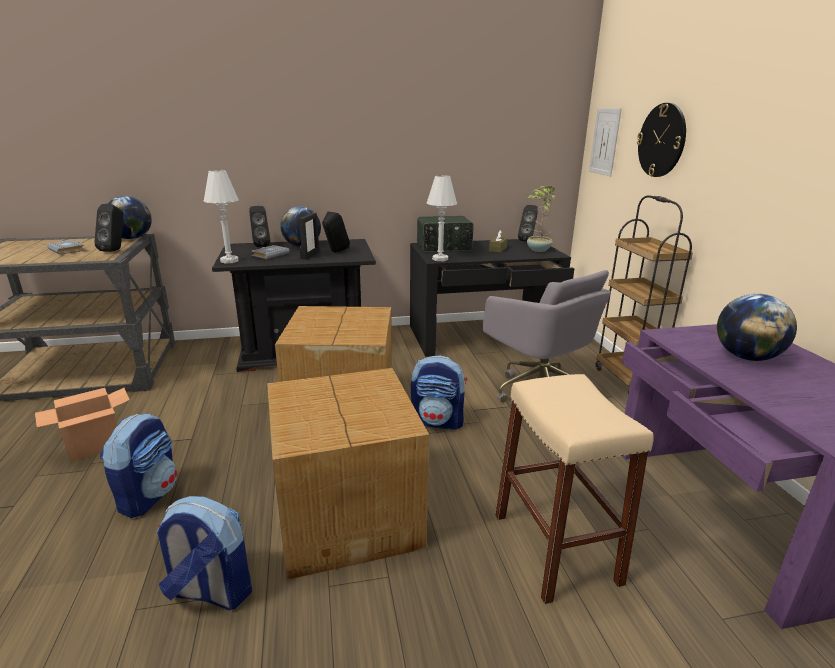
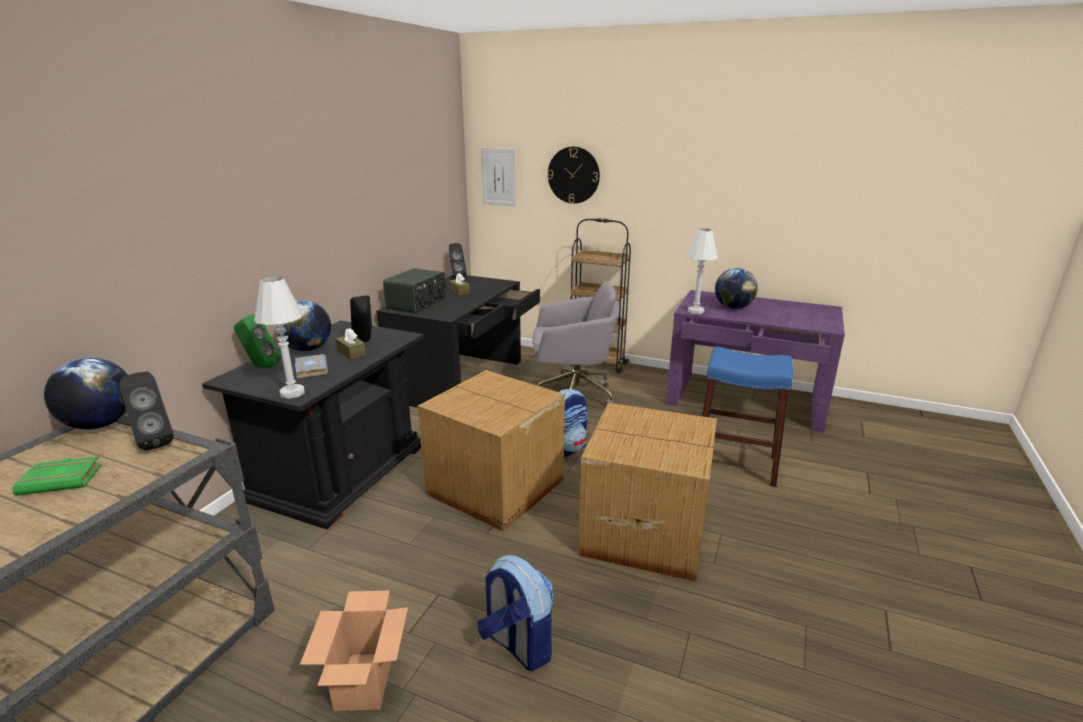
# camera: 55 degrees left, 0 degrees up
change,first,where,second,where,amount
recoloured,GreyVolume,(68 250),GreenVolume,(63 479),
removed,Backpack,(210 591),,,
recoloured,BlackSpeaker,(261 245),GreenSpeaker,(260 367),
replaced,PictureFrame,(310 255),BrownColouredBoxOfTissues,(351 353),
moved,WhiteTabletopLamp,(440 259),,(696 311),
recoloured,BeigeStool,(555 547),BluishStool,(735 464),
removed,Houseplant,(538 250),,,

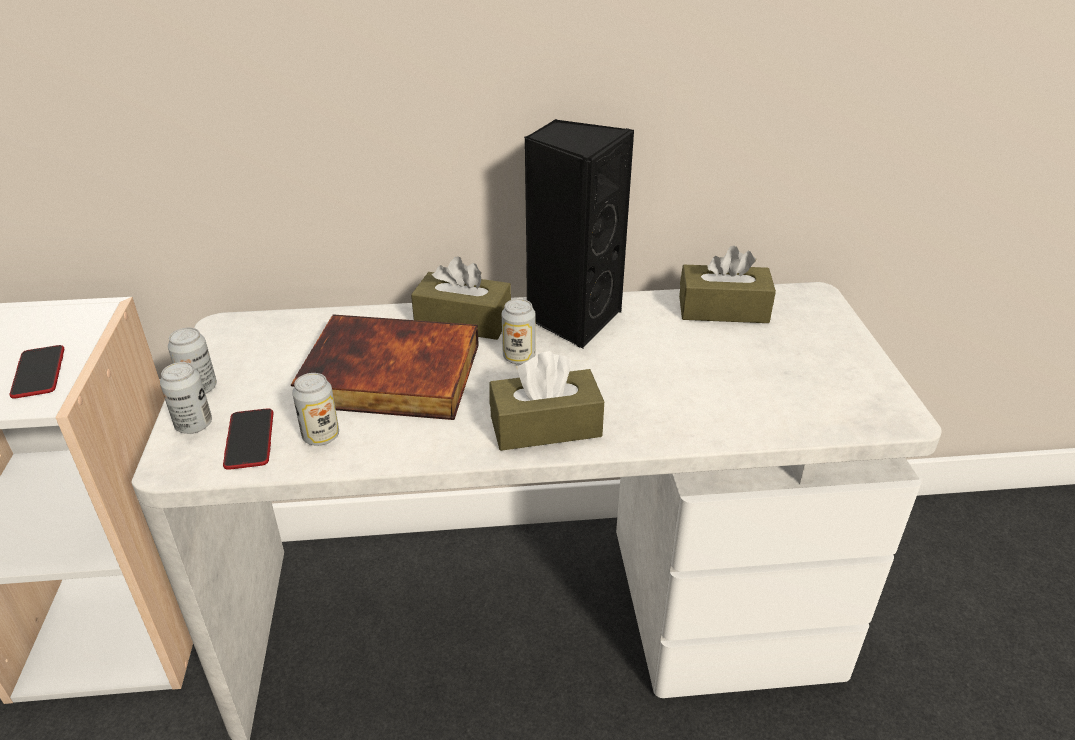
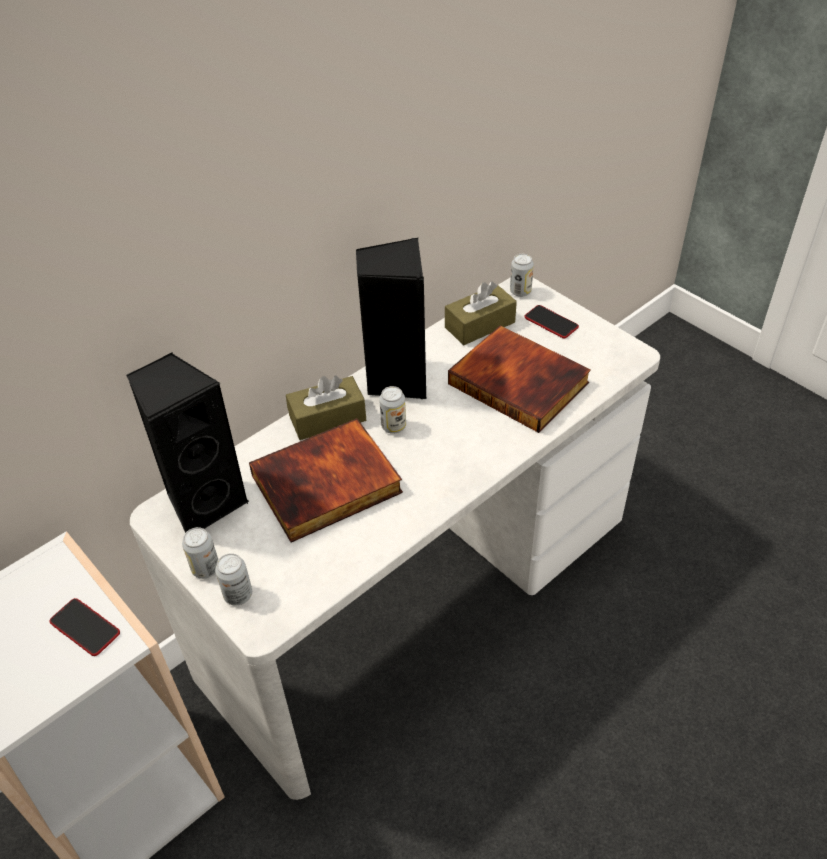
# camera: 35 degrees left, 10 degrees up
change,first,where,second,where,amount
moved,Phone,(249 440),,(551 322),
moved,MetalCan,(321 436),,(520 291),
removed,BrownColouredBoxOfTissues,(545 426),,,
added,,,BlackSpeaker,(204 501),
added,,,Volume,(520 382),

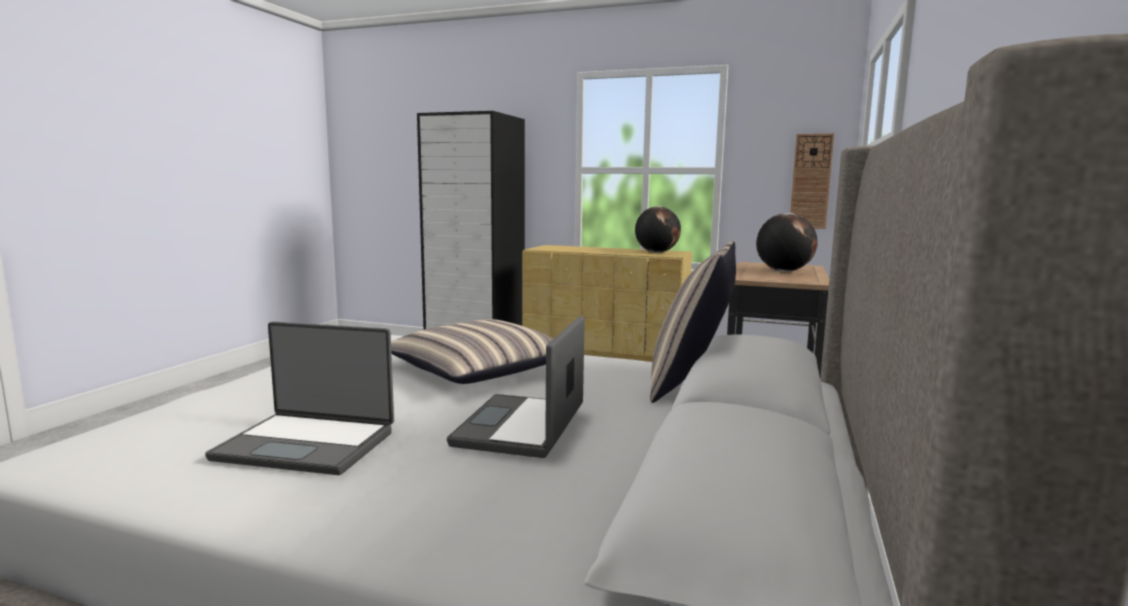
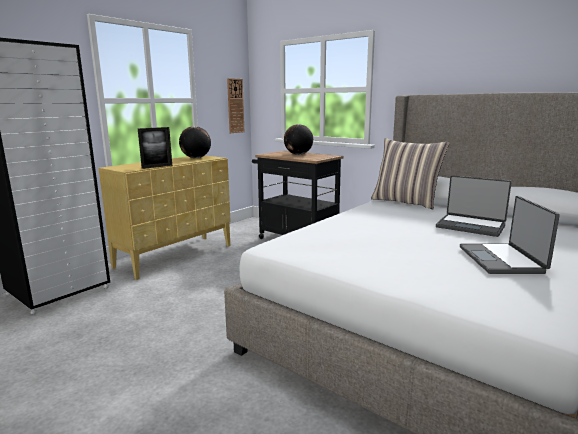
# camera: 70 degrees left, 5 degrees up
change,first,where,second,where,amount
turned,NotebookComputer,(308 444),,(502 260),150 degrees clockwise
removed,Pillow,(478 370),,,
added,,,PictureFrame,(157 166),

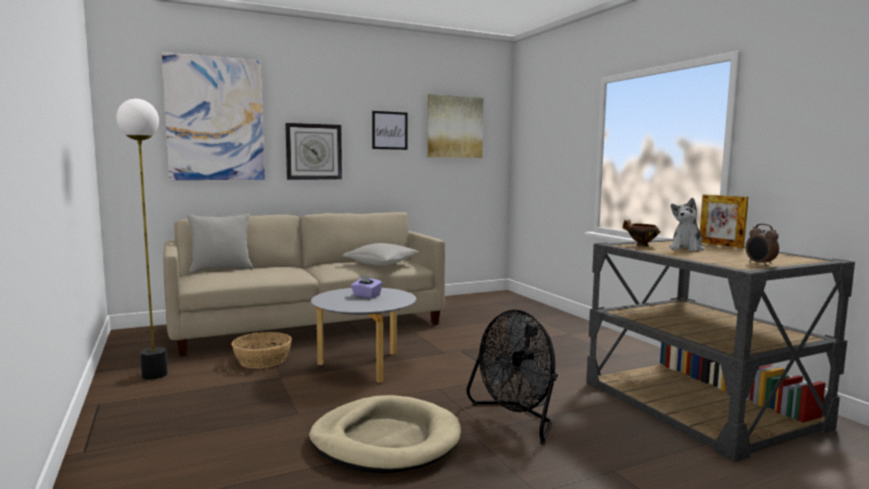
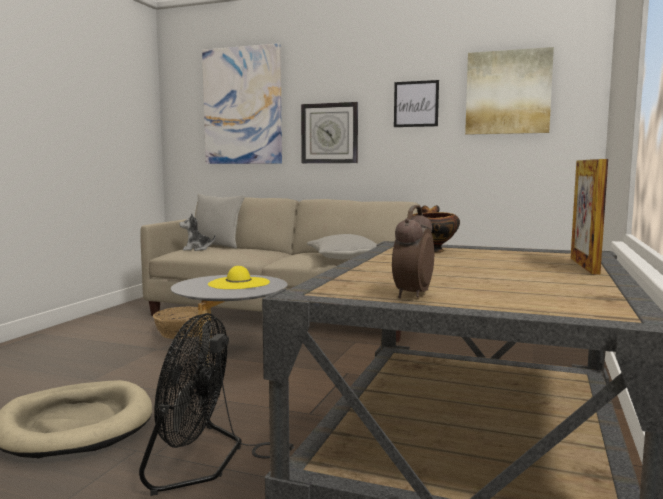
# camera: 45 degrees right, 0 degrees up
change,first,where,second,where,amount
removed,StandardLamp,(155 375),,,
replaced,PurpleBoxOfTissues,(366 296),YellowWearableHat,(239 283),
moved,SoftToy,(686 248),,(196 249),

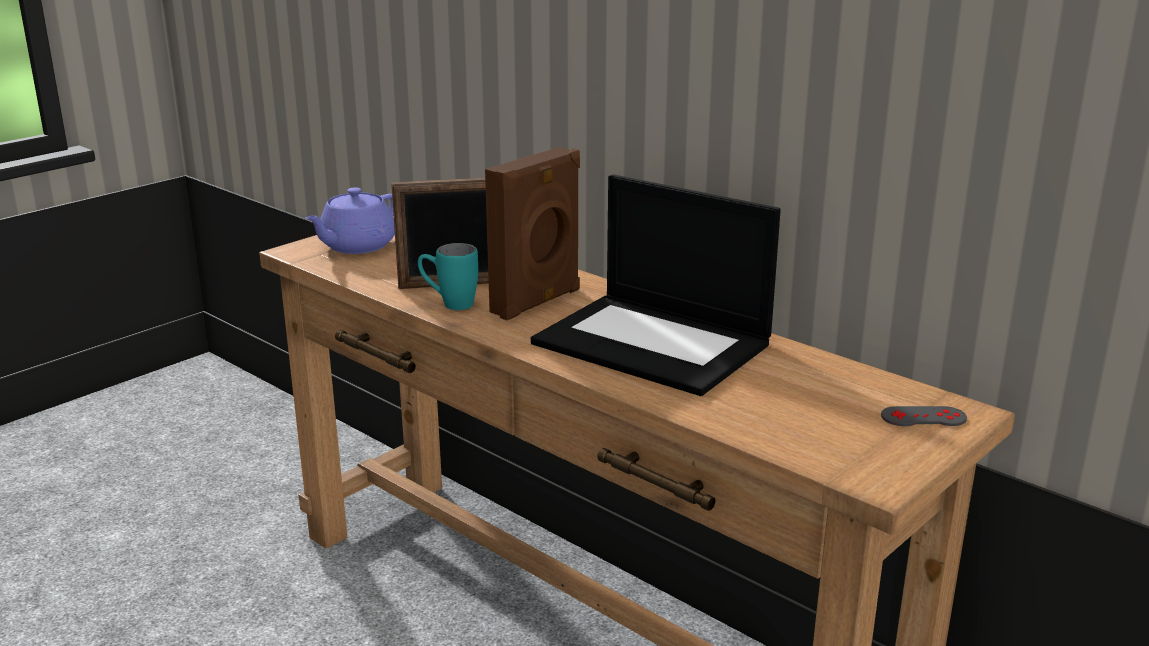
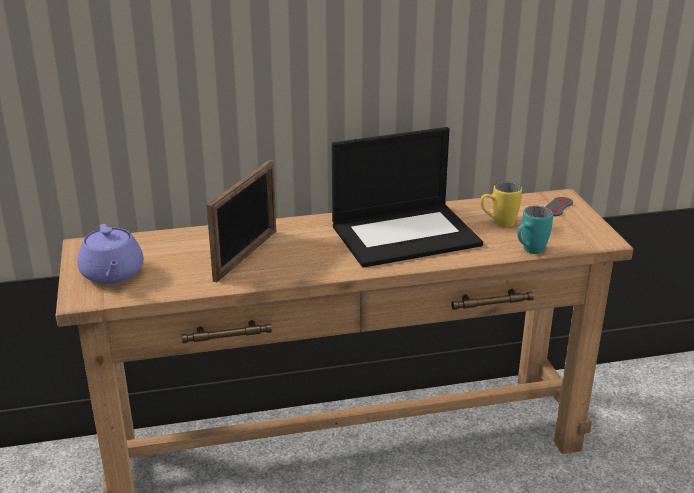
# camera: 55 degrees left, 5 degrees up
change,first,where,second,where,amount
moved,TurquoiseColouredCoffeeMug,(449 304),,(529 251),
removed,BrownColouredSpeaker,(538 302),,,
added,,,YellowCoffeeMug,(498 224),

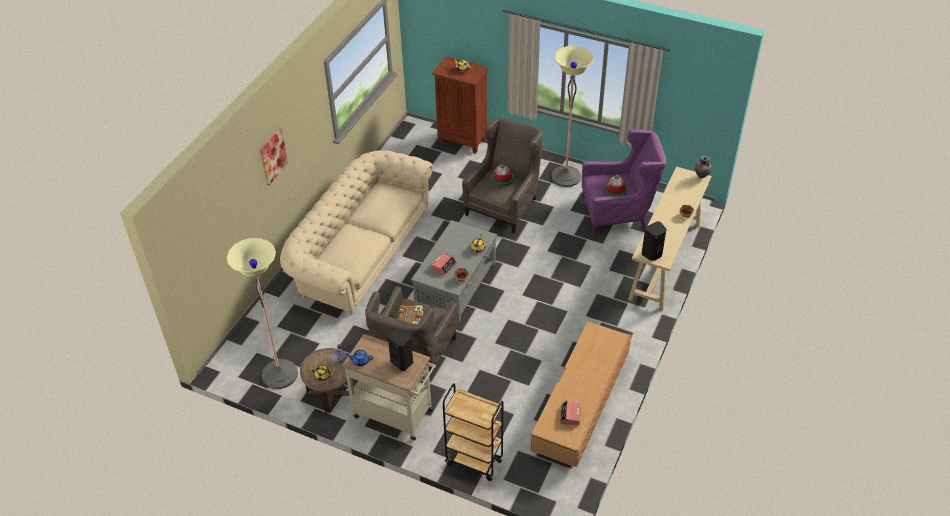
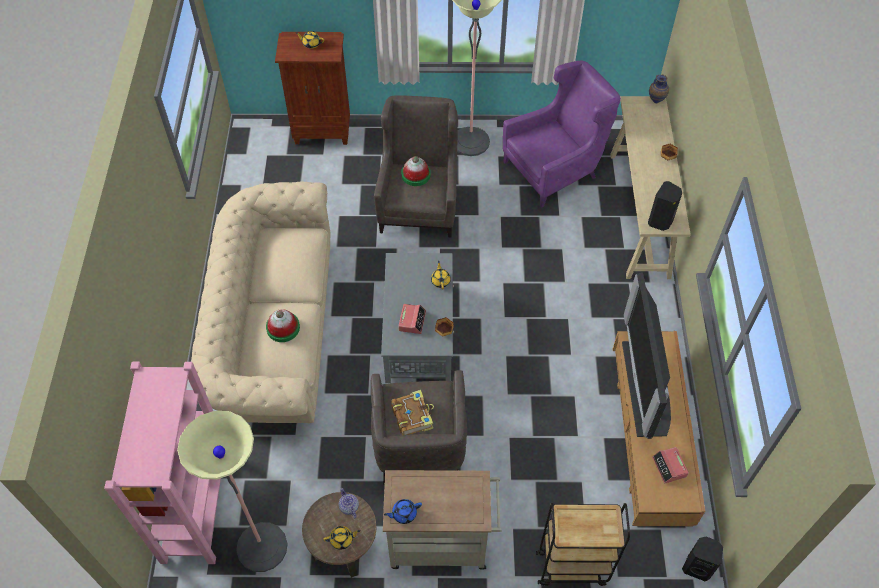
# camera: 25 degrees left, 10 degrees up
change,first,where,second,where,amount
removed,Picture,(273 156),,,
moved,BlackSpeaker,(402 361),,(697 567),
moved,WearableHat,(615 190),,(283 328),
added,,,PinkBookshelf,(196 505),
added,,,TvSet,(646 387),

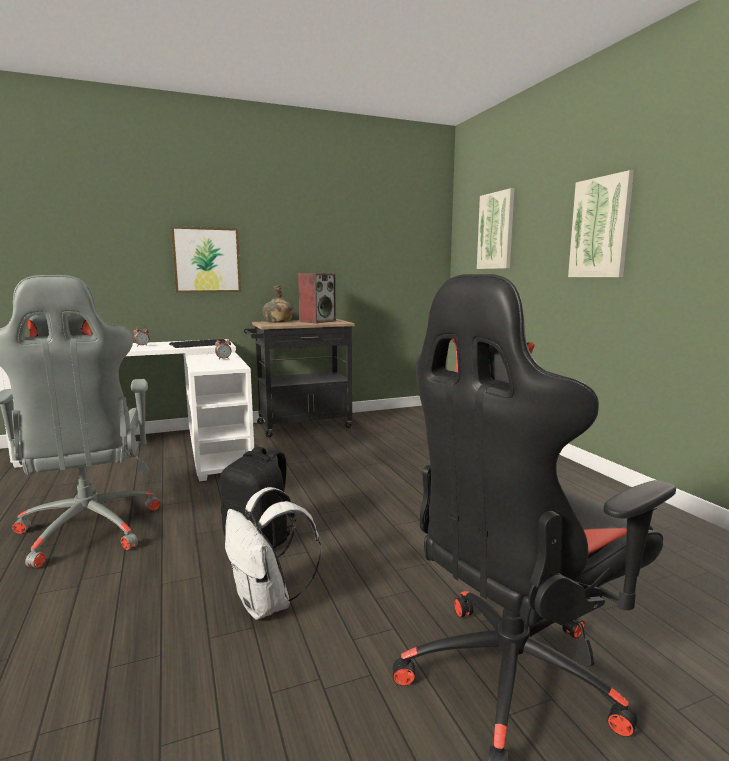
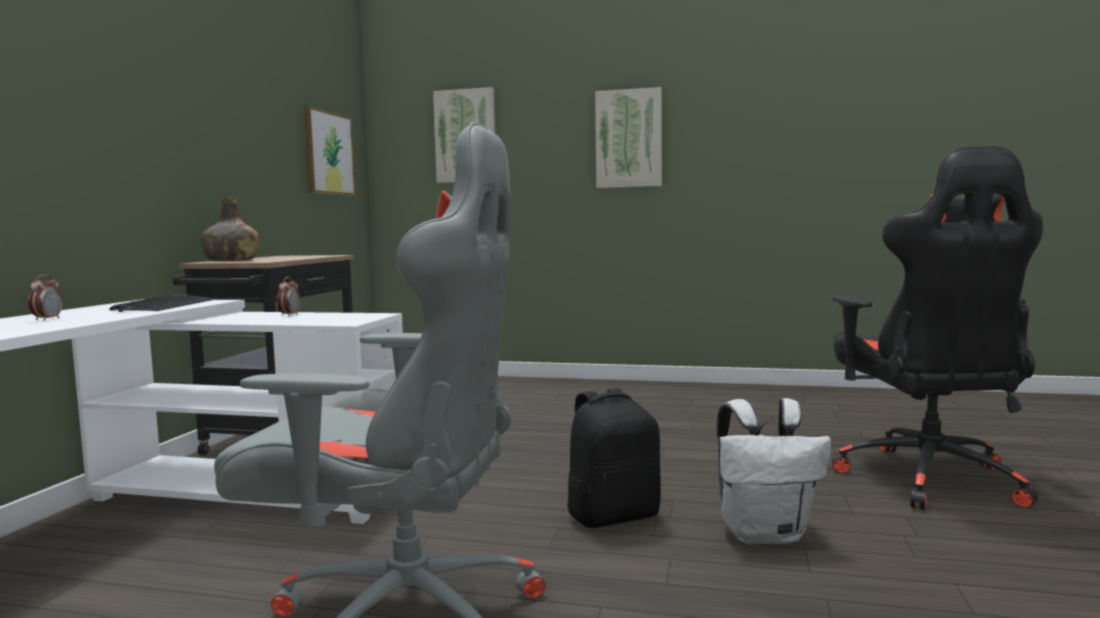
# camera: 55 degrees left, 5 degrees down
change,first,where,second,where,amount
moved,Picture,(207 260),,(328 153),
removed,Speaker,(317 321),,,

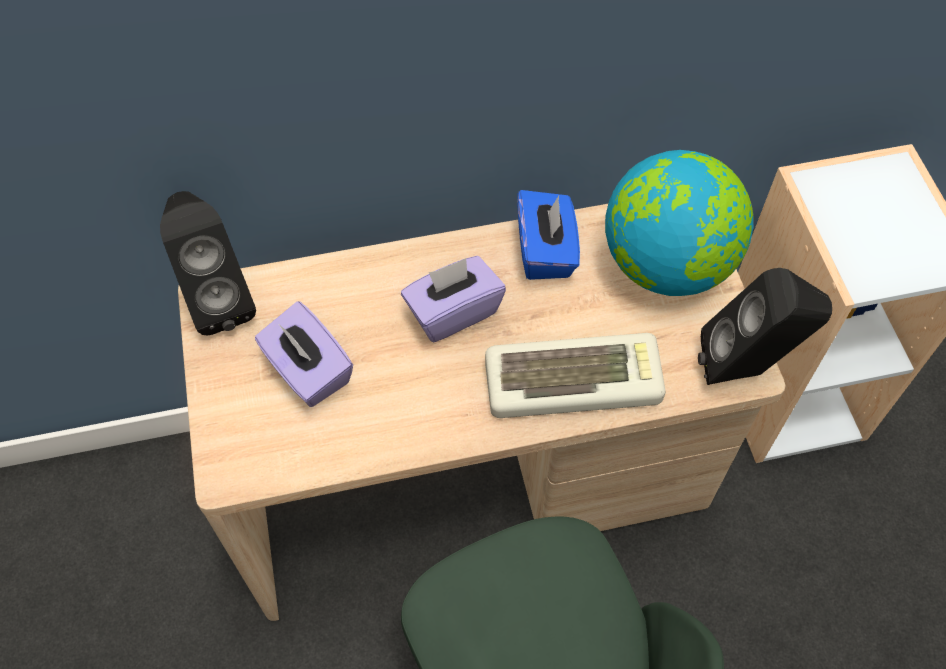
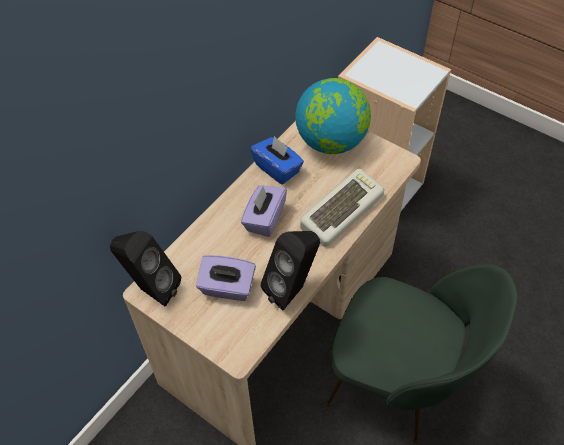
# camera: 40 degrees left, 5 degrees down
change,first,where,second,where,amount
moved,BlackSpeaker,(746 369),,(292 289),

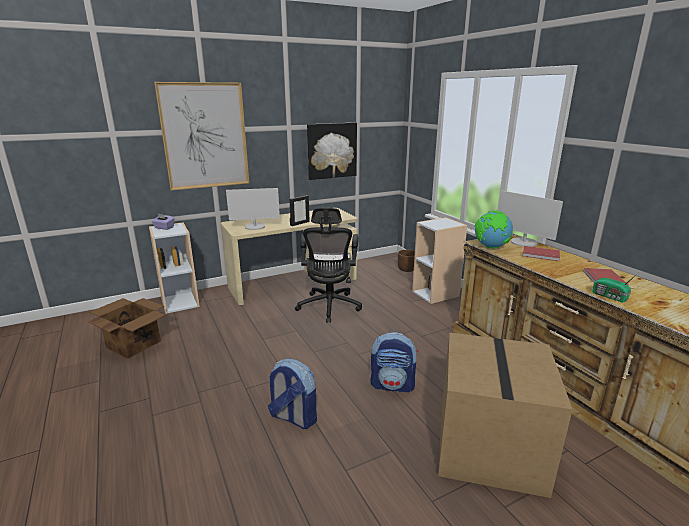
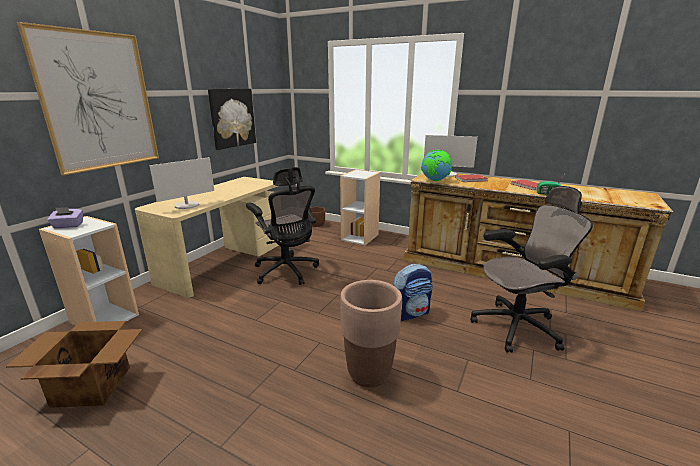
# camera: 35 degrees left, 0 degrees up
change,first,where,second,where,amount
replaced,Backpack,(293 417),BrownColouredPlantPot,(369 373),
removed,PictureFrame,(299 223),,,
replaced,Carton,(491 448),OfficeChair,(517 327),

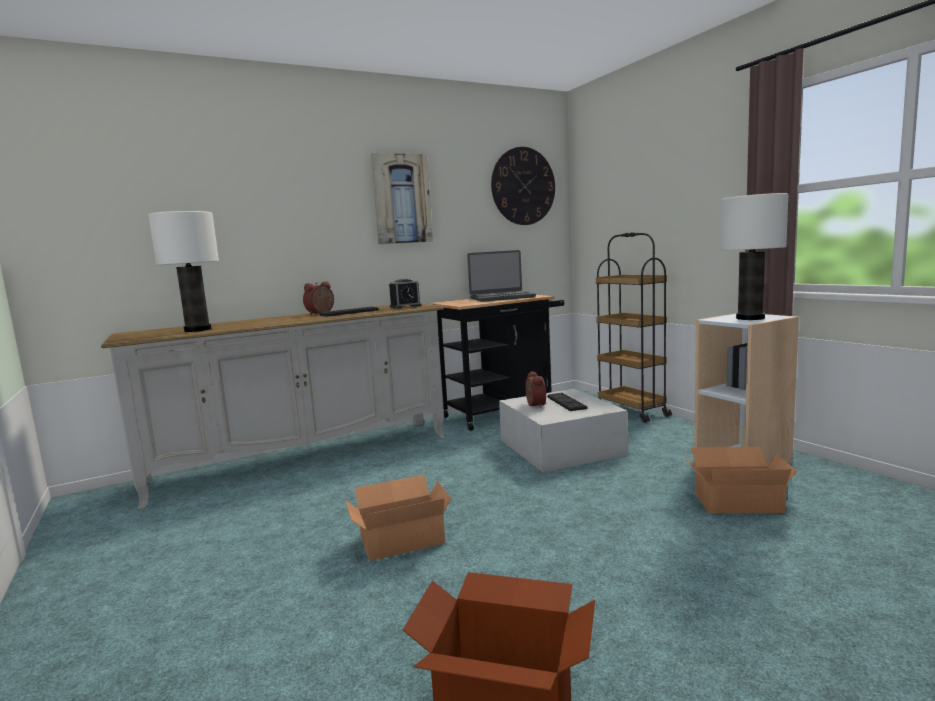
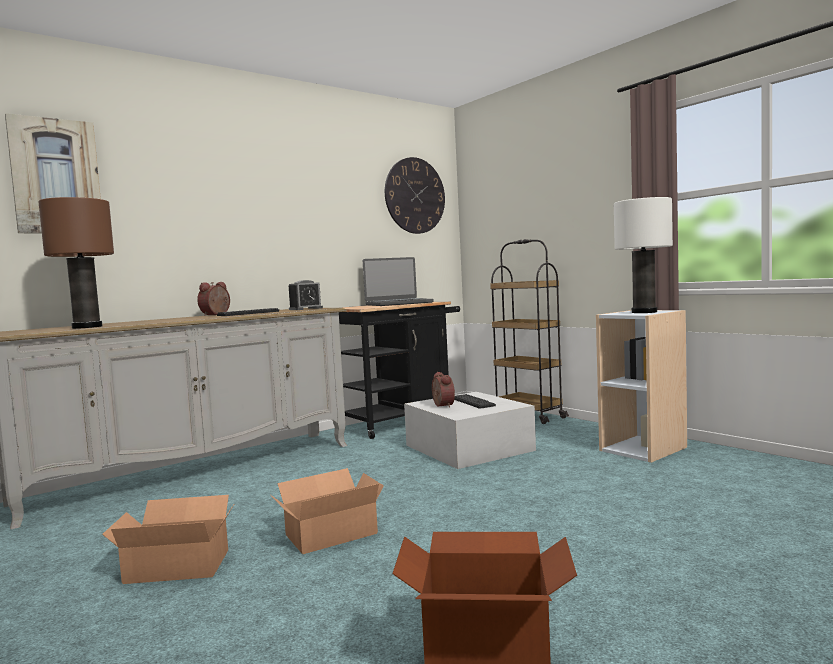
# camera: 10 degrees left, 5 degrees down
change,first,where,second,where,amount
recoloured,WhiteTabletopLamp,(197 330),BrownColouredTabletopLamp,(87 327),
moved,Picture,(401 199),,(56 177),
moved,Carton,(734 501),,(176 565),

